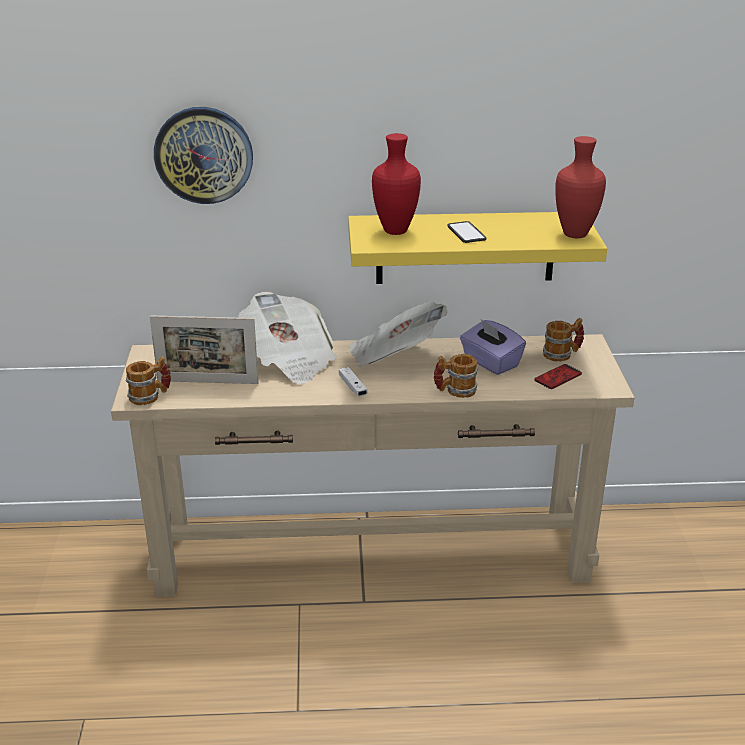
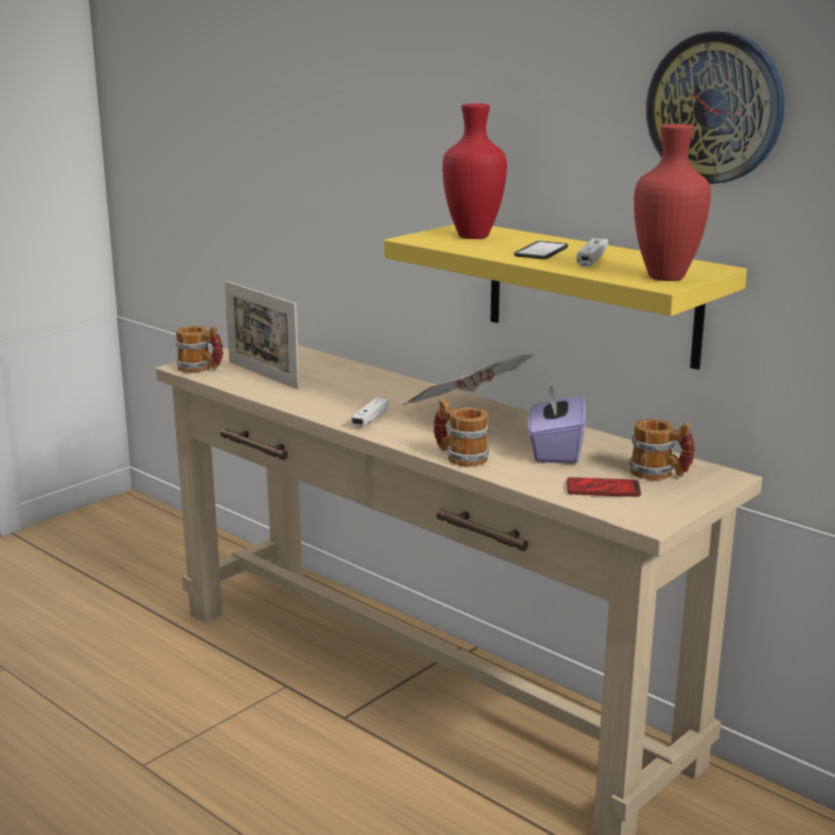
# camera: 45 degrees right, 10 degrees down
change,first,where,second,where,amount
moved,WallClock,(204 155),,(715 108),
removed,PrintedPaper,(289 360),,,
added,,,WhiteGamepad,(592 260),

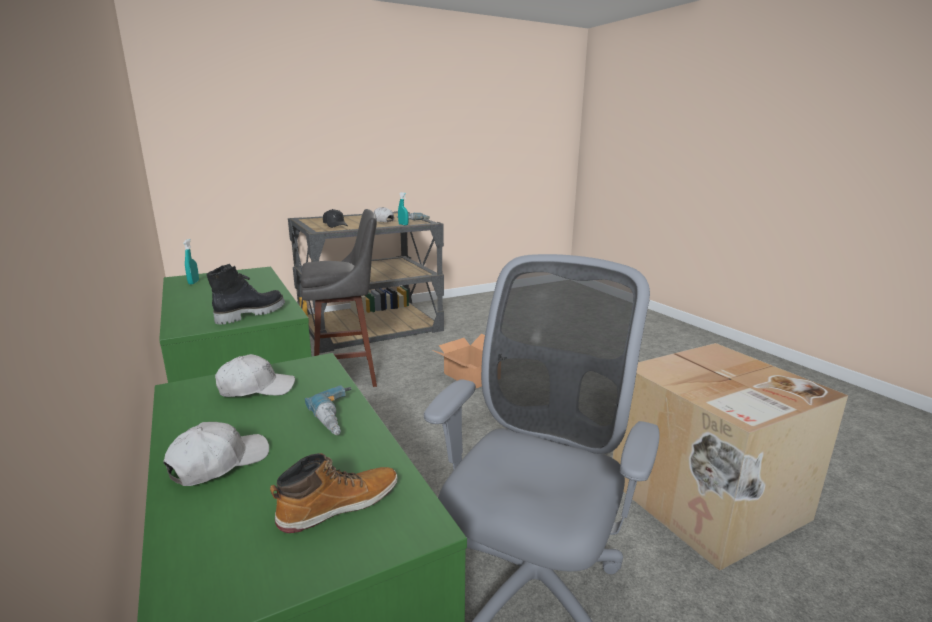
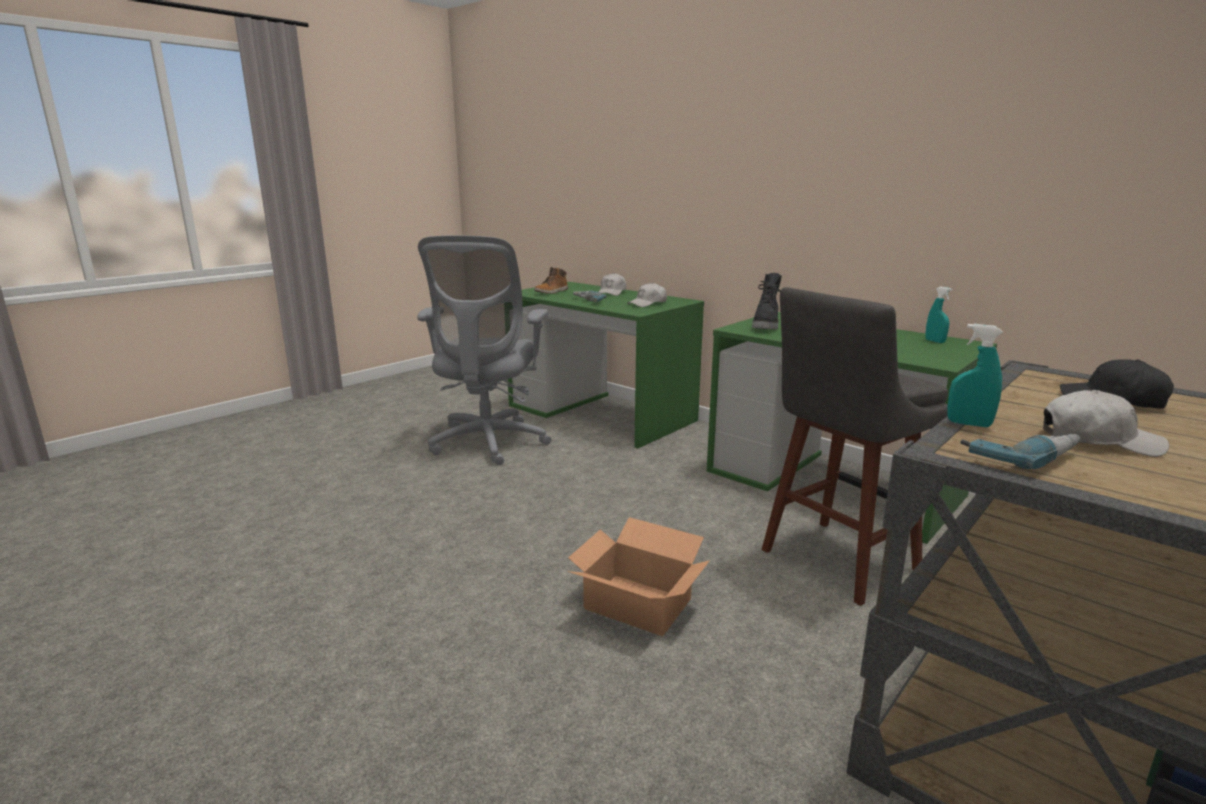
# camera: 160 degrees right, 0 degrees up
change,first,where,second,where,amount
removed,Carton,(706 501),,,

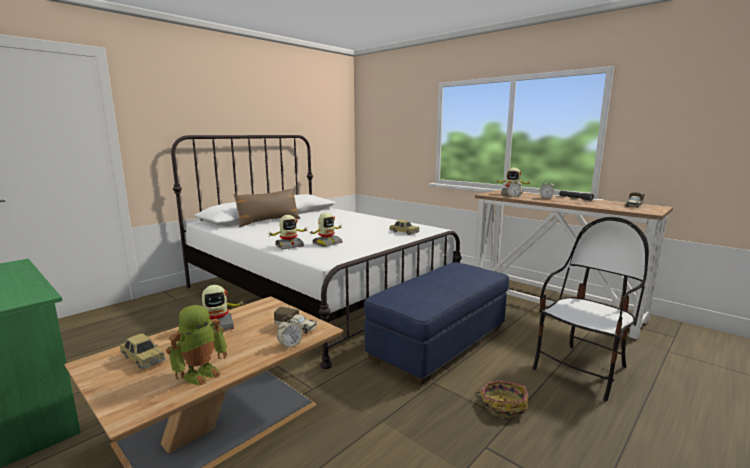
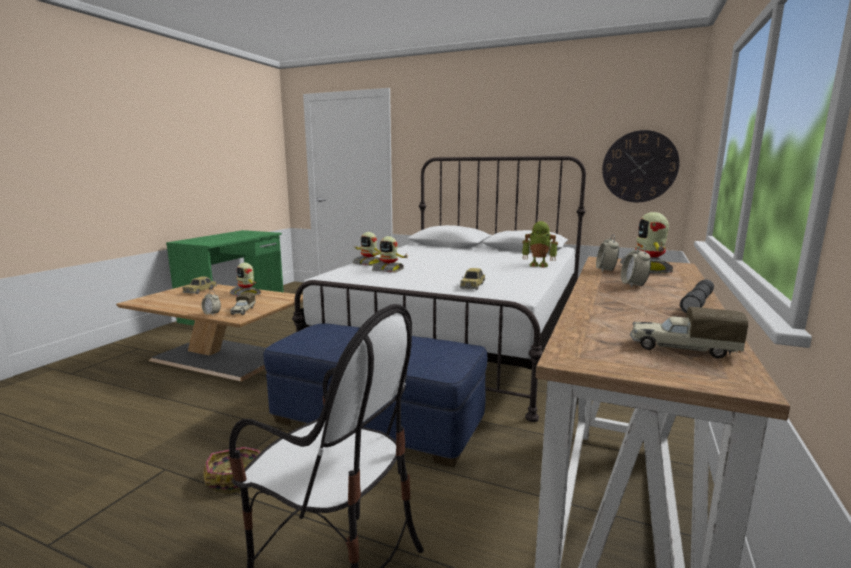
# camera: 70 degrees right, 0 degrees up
change,first,where,second,where,amount
moved,ToyRobot,(201 373),,(539 265),
removed,BrownColouredPillow,(268 221),,,
added,,,WallClock,(639 166),

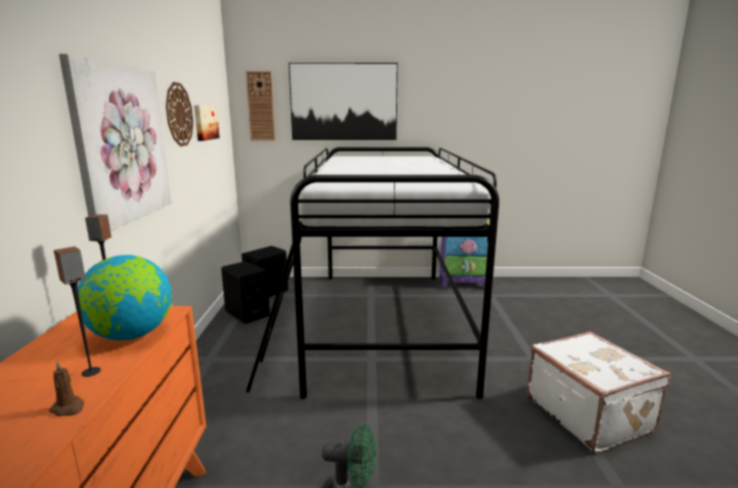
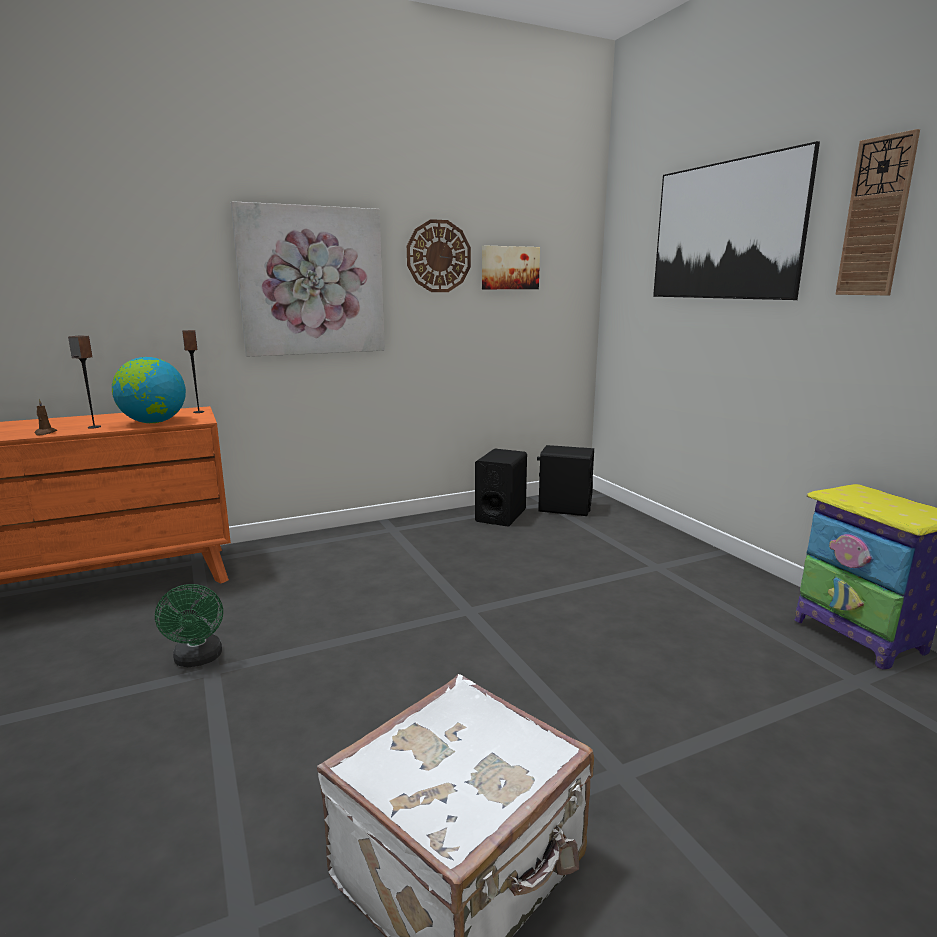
# camera: 65 degrees right, 0 degrees up
change,first,where,second,where,amount
moved,WallClock,(261 106),,(876 217),
removed,BlackBedroomBed,(382 324),,,

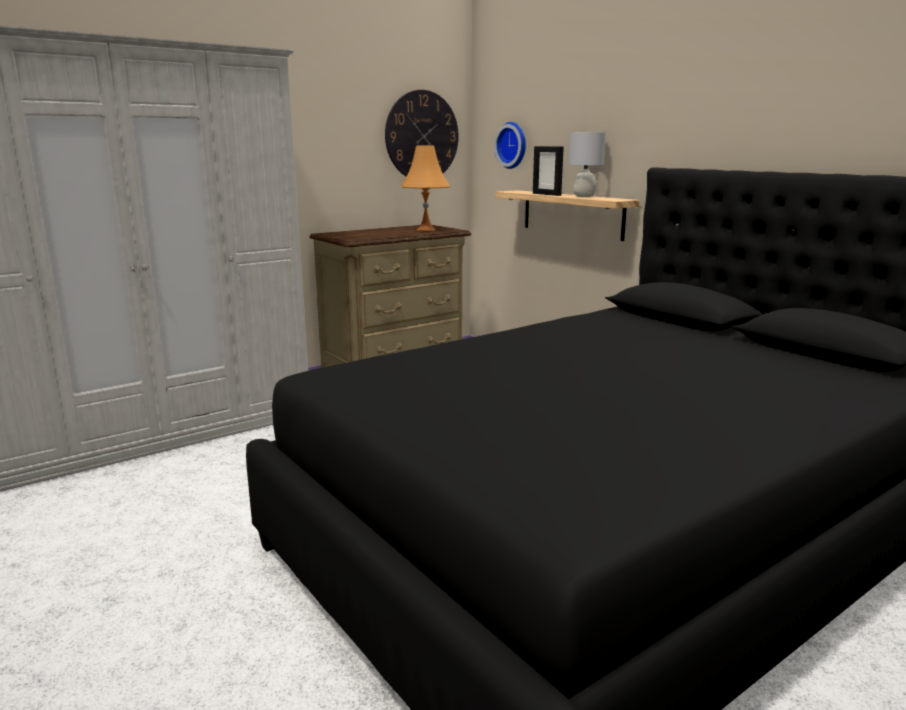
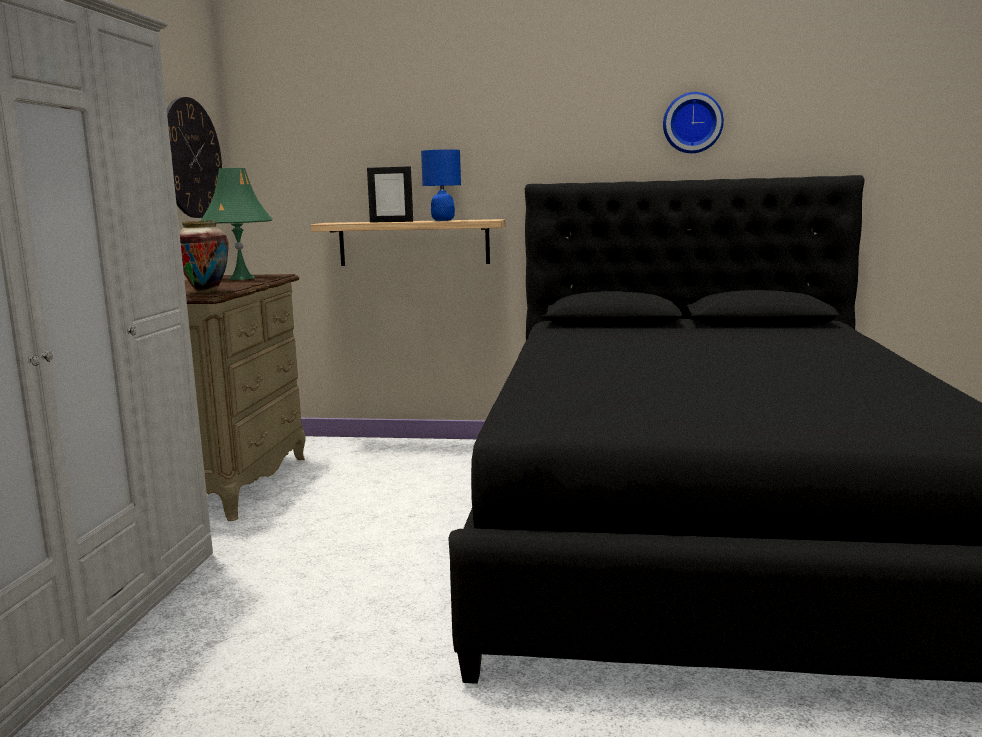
# camera: 45 degrees left, 5 degrees down
change,first,where,second,where,amount
recoloured,OrangeyTabletopLamp,(425 229),GreenTabletopLamp,(241 278),
moved,WallClock,(513 145),,(692 123),
recoloured,GreyTabletopLamp,(584 197),BluishTabletopLamp,(444 220),
added,,,Vase,(206 292),

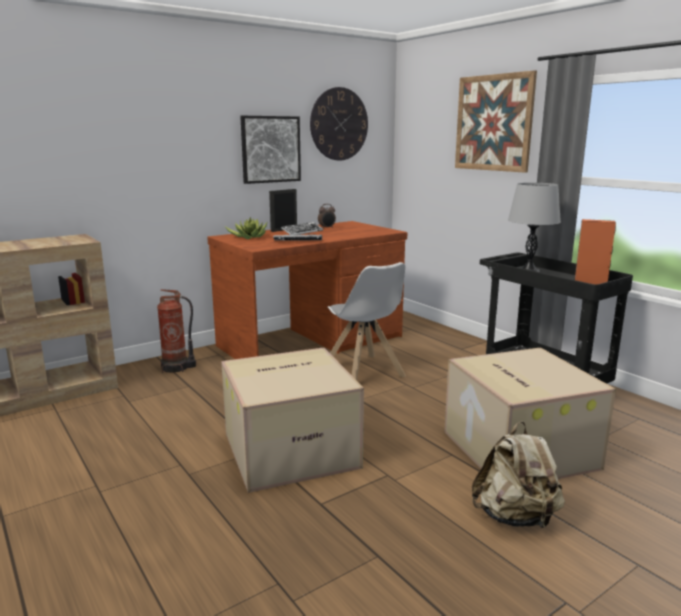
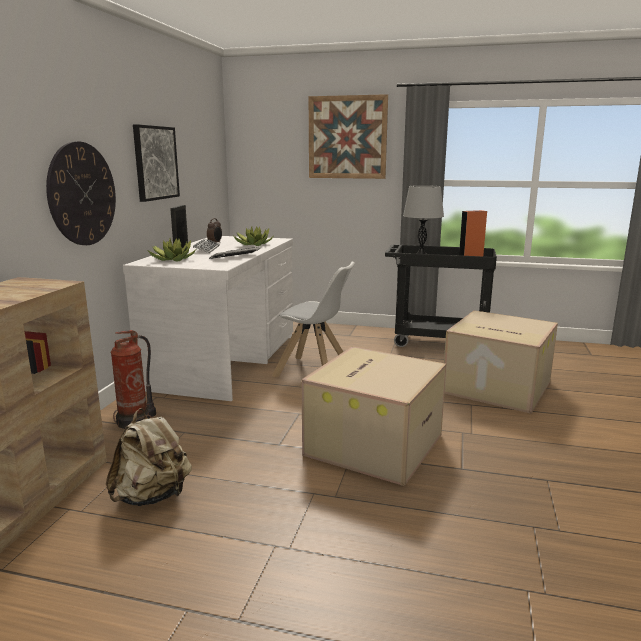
# camera: 40 degrees left, 0 degrees up
change,first,where,second,where,amount
recoloured,BrownColouredDeskTable,(312 341),WhiteDeskTable,(225 361),
moved,WallClock,(339 124),,(82 194),
moved,BeigeBackpack,(515 517),,(152 496),
added,,,Houseplant,(253 244),

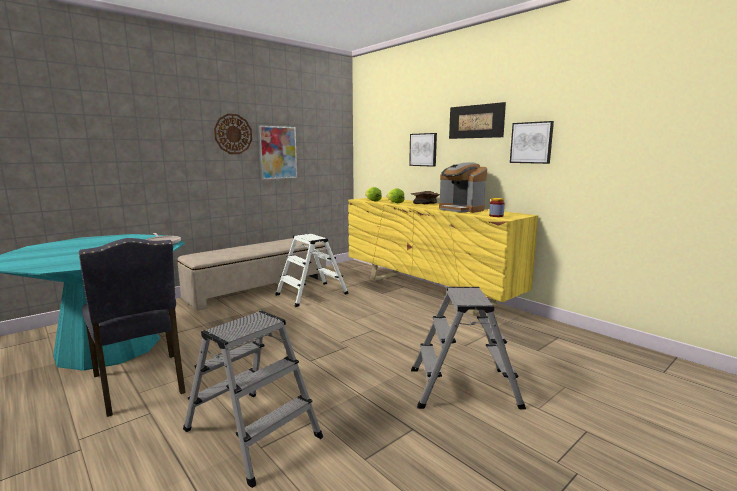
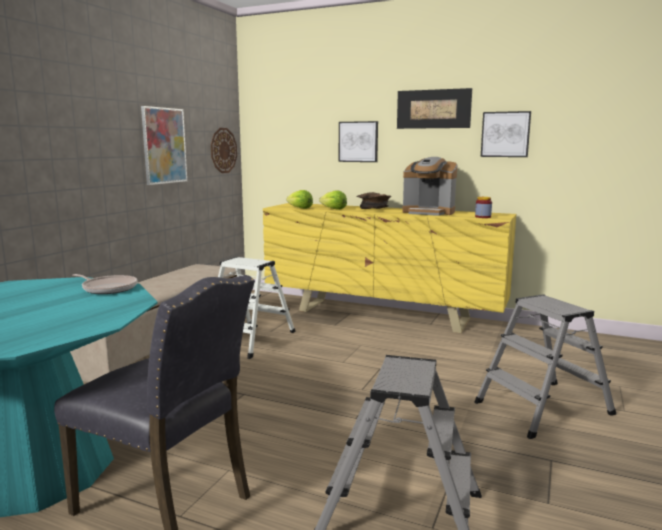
# camera: 25 degrees left, 0 degrees up
change,first,where,second,where,amount
moved,WallClock,(233 134),,(223 150),

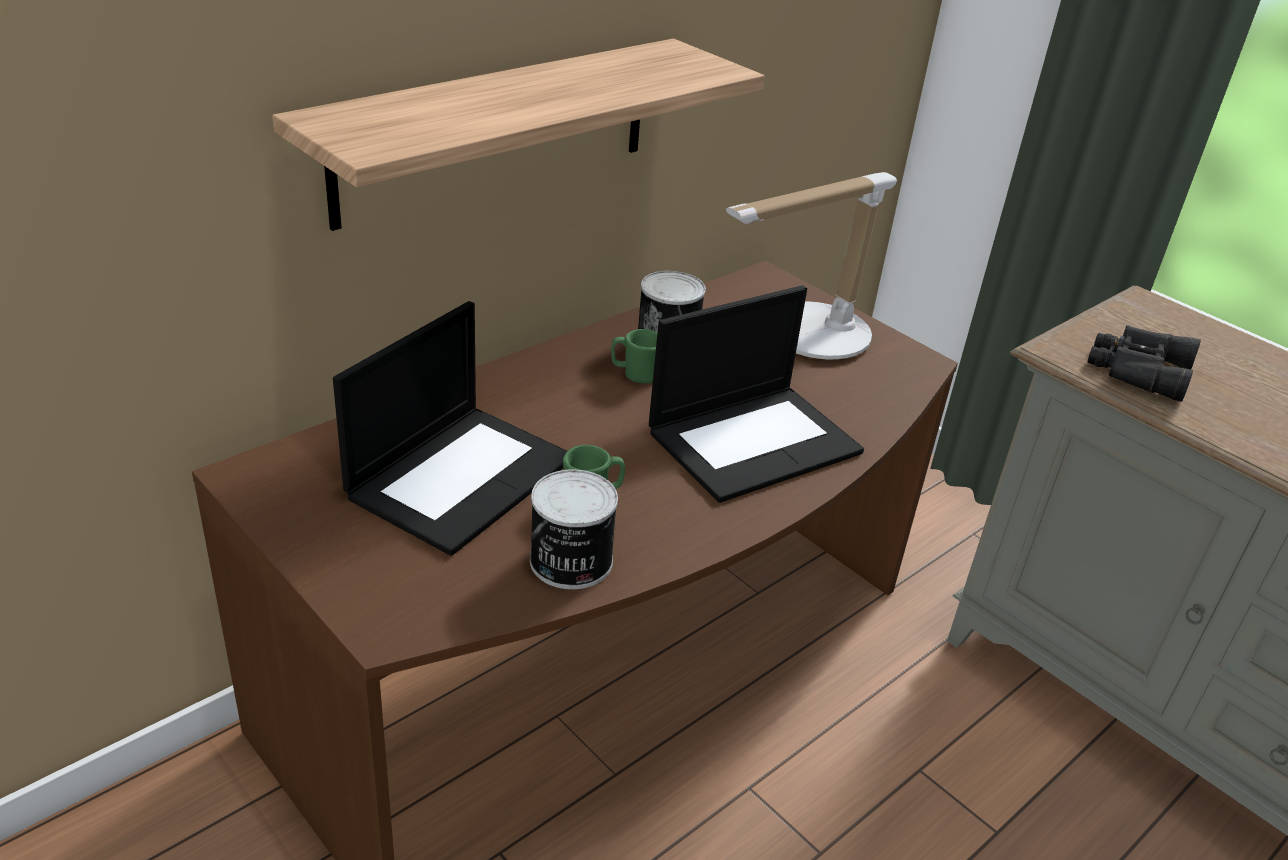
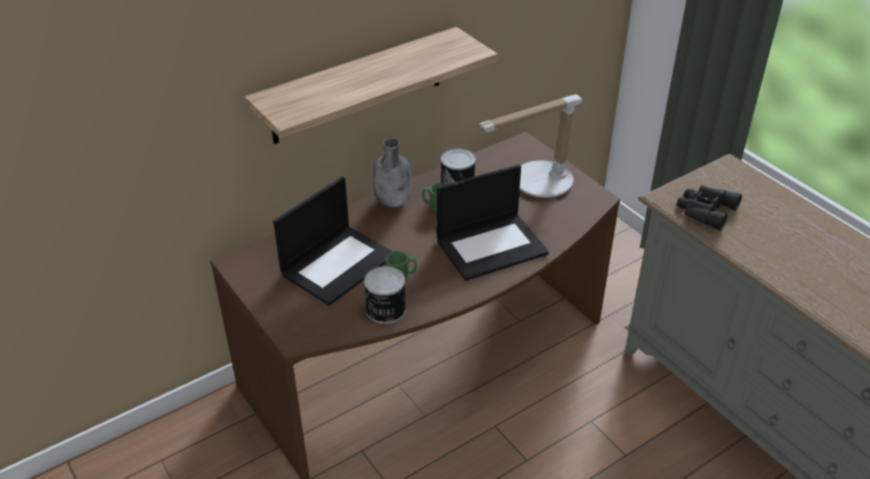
# camera: 10 degrees right, 5 degrees up
change,first,where,second,where,amount
added,,,GreyDrinkBottle,(394 201),

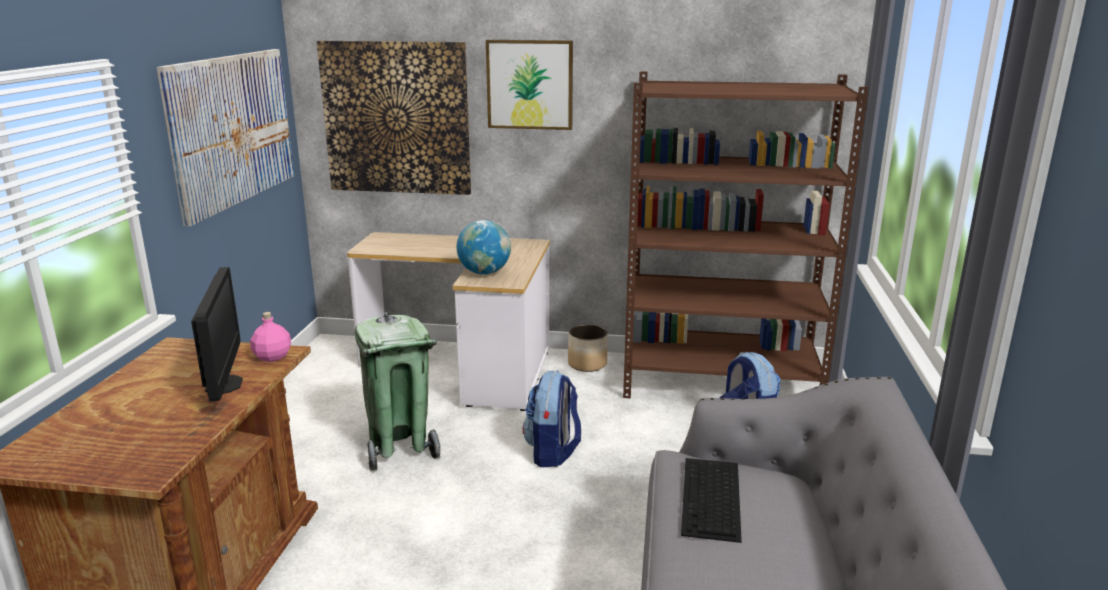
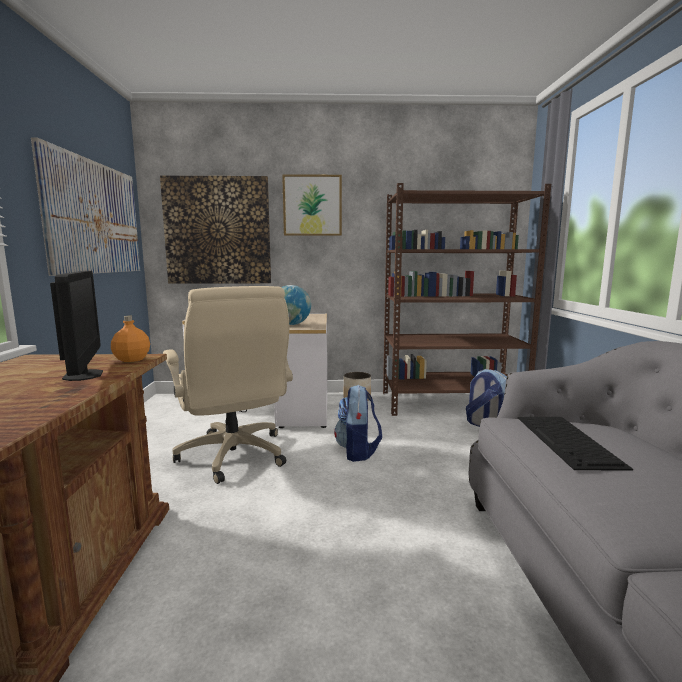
# camera: 10 degrees left, 10 degrees down
change,first,where,second,where,amount
recoloured,PinkDrinkBottle,(272 357),OrangeyDrinkBottle,(132 359),
replaced,GreenTrashCan,(400 448),BeigeOfficeChair,(234 458),

